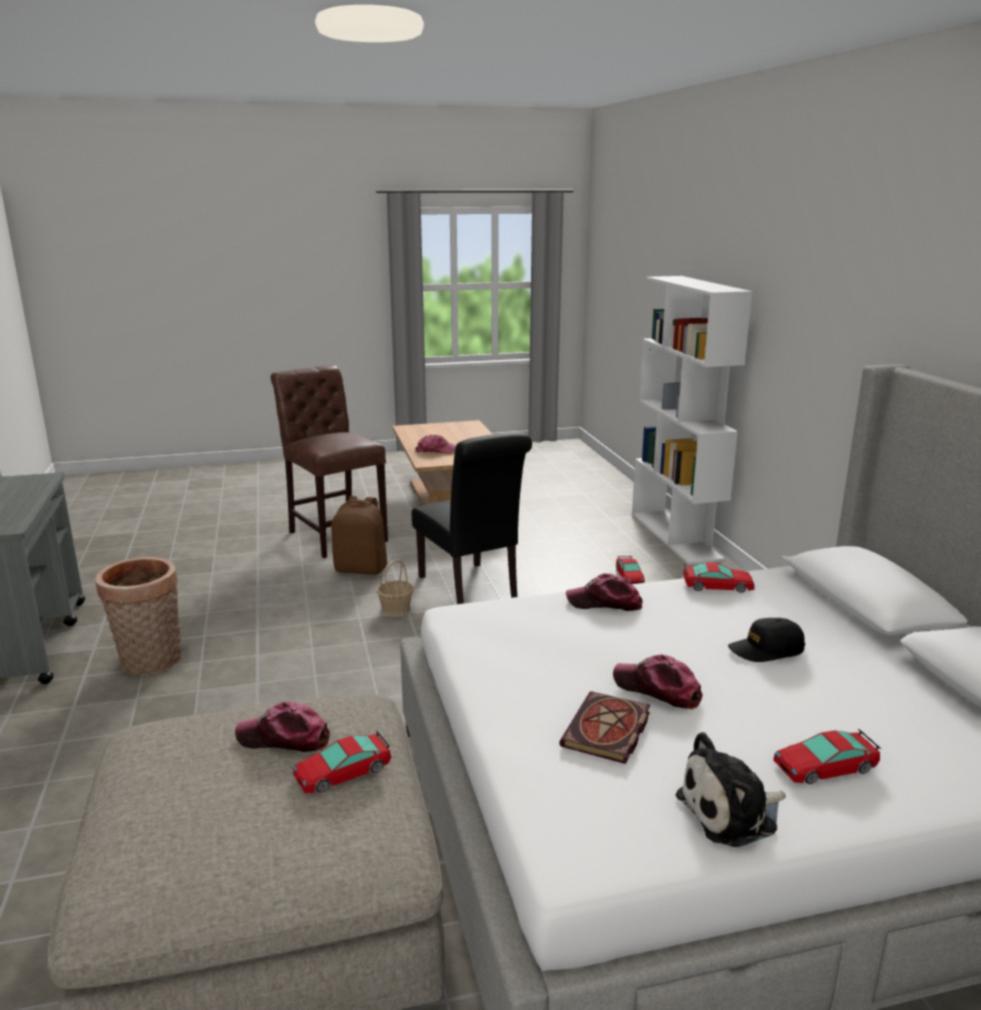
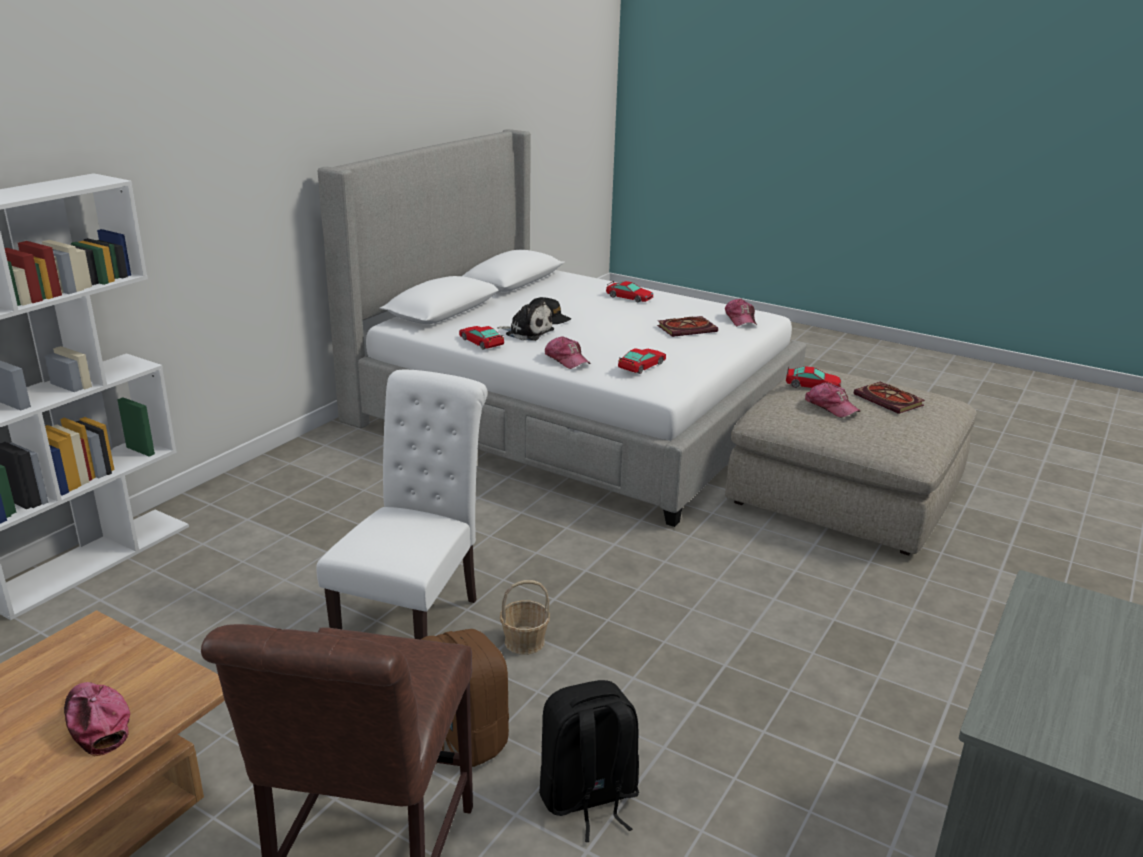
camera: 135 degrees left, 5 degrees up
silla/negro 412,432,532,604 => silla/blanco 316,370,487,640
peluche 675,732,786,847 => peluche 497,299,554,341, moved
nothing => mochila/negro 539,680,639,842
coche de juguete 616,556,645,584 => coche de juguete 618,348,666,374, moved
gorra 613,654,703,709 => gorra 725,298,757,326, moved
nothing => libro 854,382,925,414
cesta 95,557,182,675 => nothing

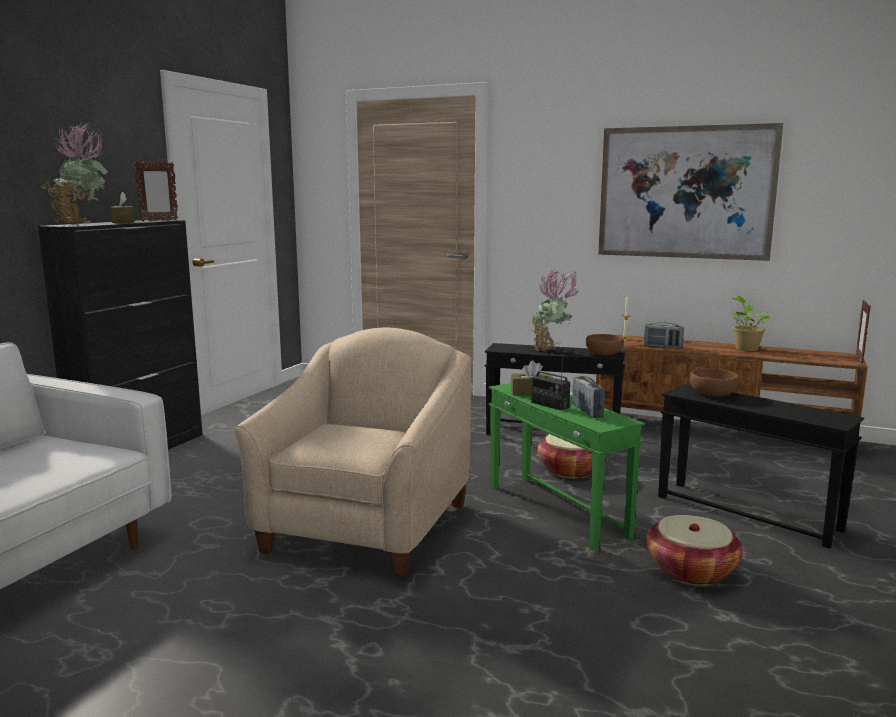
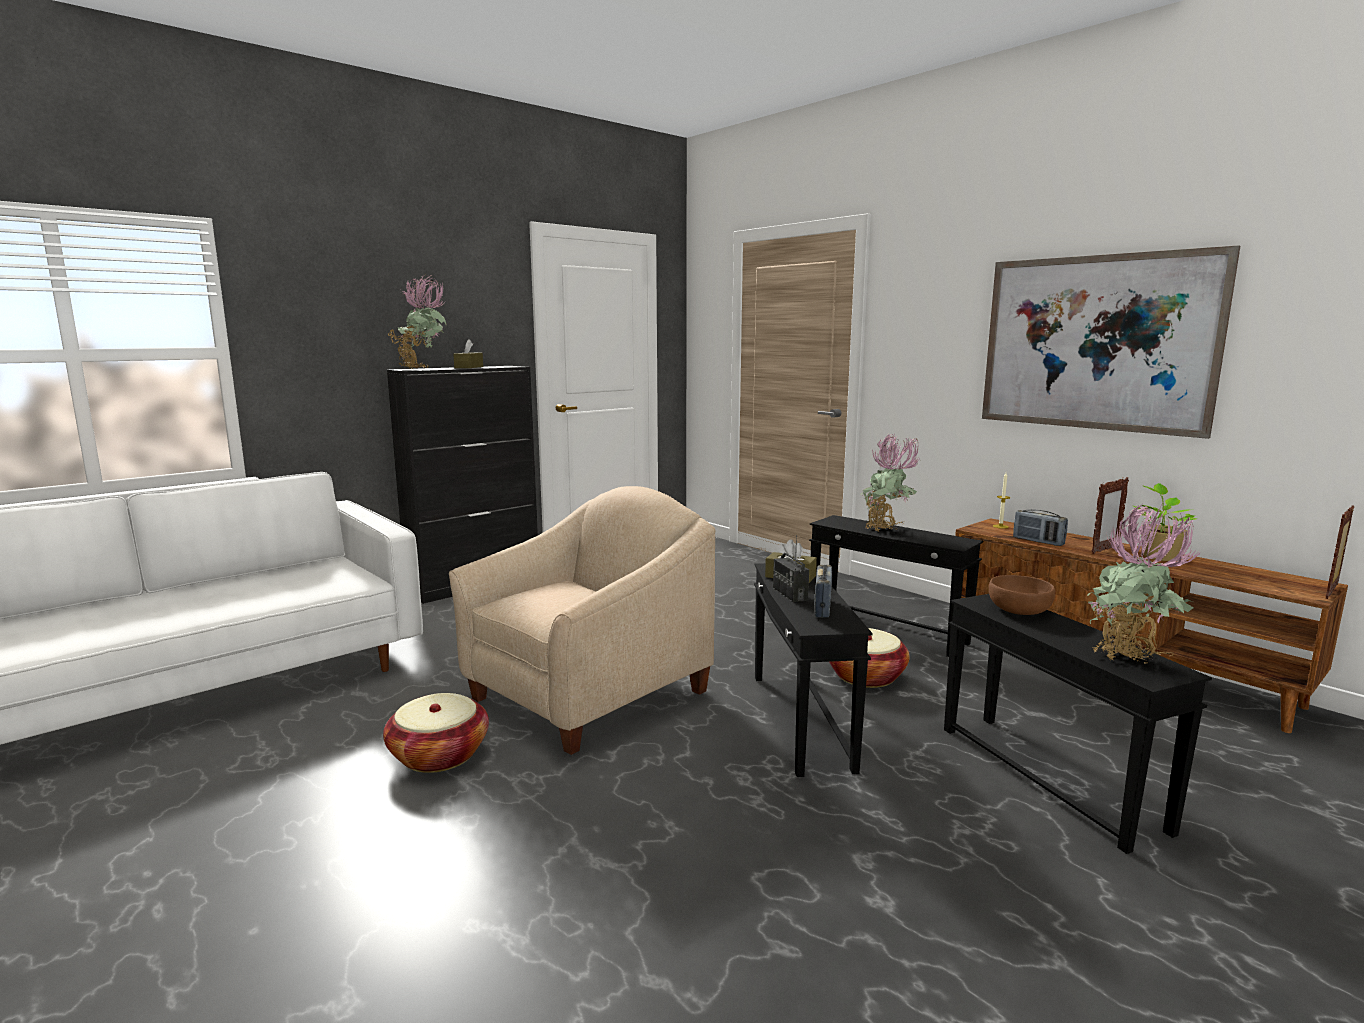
camera: 25 degrees right, 0 degrees up
cesta 646,515,743,586 => cesta 383,693,489,773, moved
mesa auxiliar/verde 488,383,645,551 => mesa auxiliar/negro 754,563,873,777
nothing => planta en maceta 1087,505,1201,663
portarretratos 134,161,178,222 => portarretratos 1092,477,1129,554, moved
cuenco/marrón 586,334,624,356 => nothing

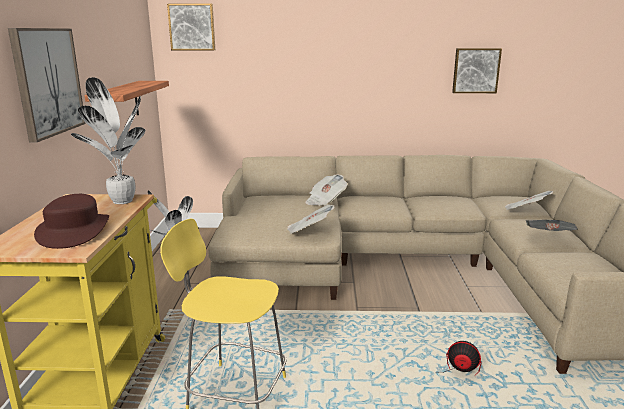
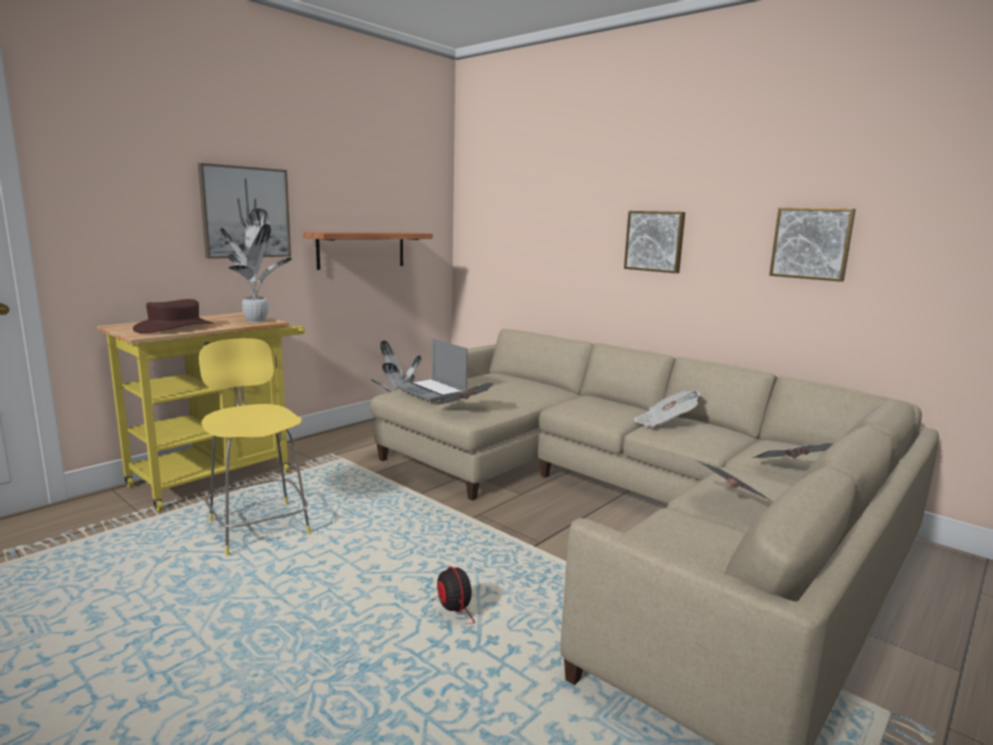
camera: 40 degrees right, 5 degrees down
nothing => portátil 397,338,468,402
cuadro 167,4,215,50 => cuadro 624,211,685,273, moved
periódico 305,174,347,206 => periódico 634,391,701,427, moved

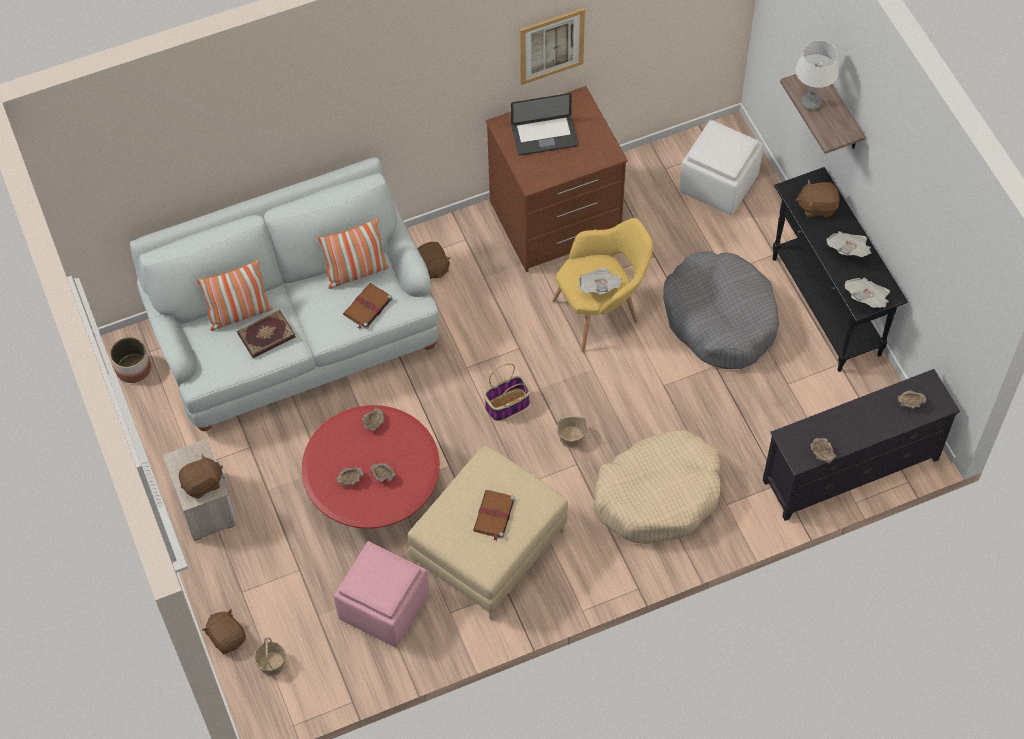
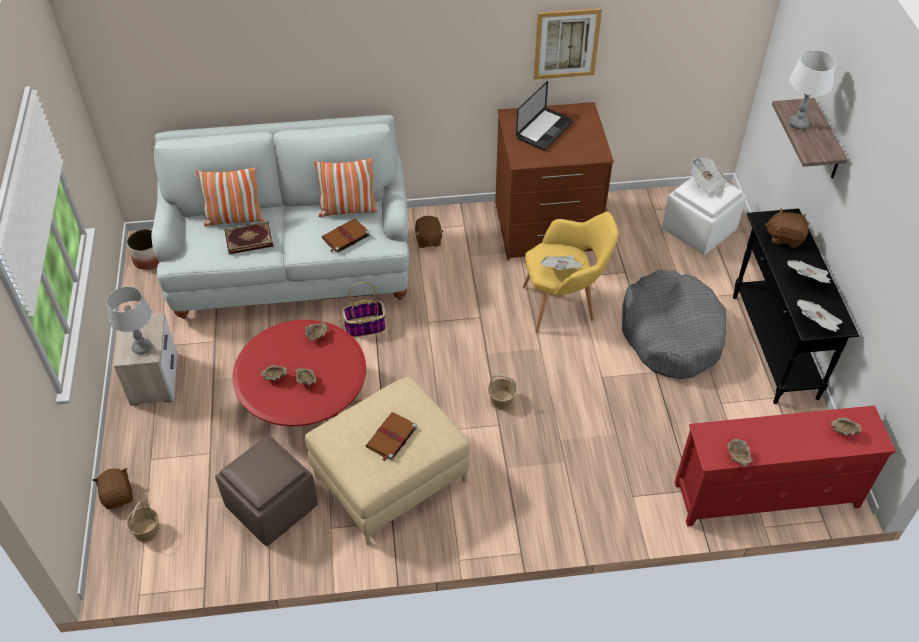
camera: 15 degrees right, 10 degrees down
peluche/marrón 179,453,223,498 => lámpara de mesa/gris 107,287,152,355
puf/rosa 334,541,429,647 => puf/marrón 215,435,318,546
cesta 484,363,531,421 => cesta 342,282,386,337, moved
portátil 511,93,578,156 => portátil 516,81,574,151, 60 degrees counterclockwise
mueble de televisión/negro 763,369,960,521 => mueble de televisión/rojo 675,405,896,526
nothing => periódico 691,157,727,198
cama para perro/beis 593,430,721,544 => nothing

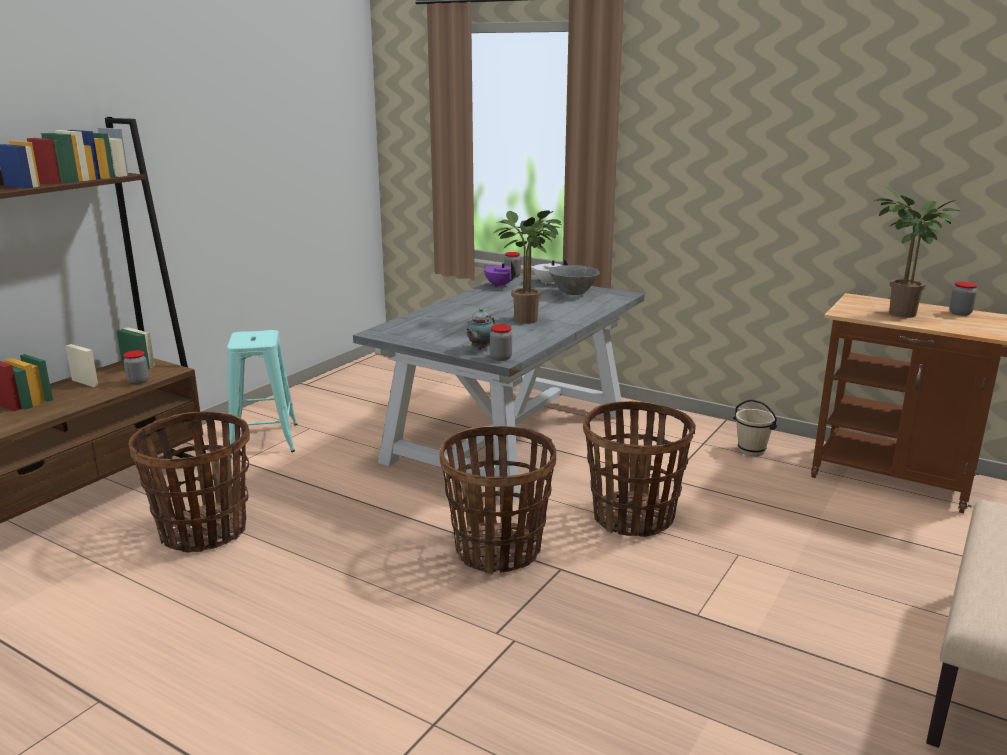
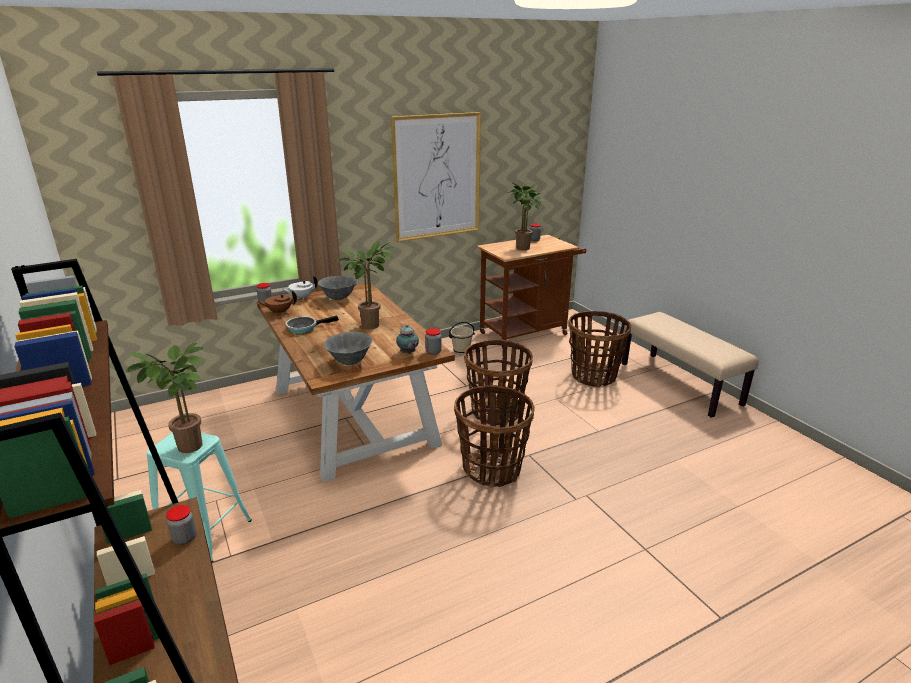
camera: 60 degrees left, 5 degrees up
nothing => planta en maceta 126,343,204,453
mesa de comedor/gris 353,275,645,503 => mesa de comedor/marrón 257,283,455,482
tetera/morado 484,261,516,287 => tetera/marrón 257,290,297,313
nothing => sartén 286,315,339,333
nothing => cuenco/gris 324,332,373,365
nothing => cuadro 391,112,481,242
cesta 128,412,250,553 => cesta 568,311,631,387, moved

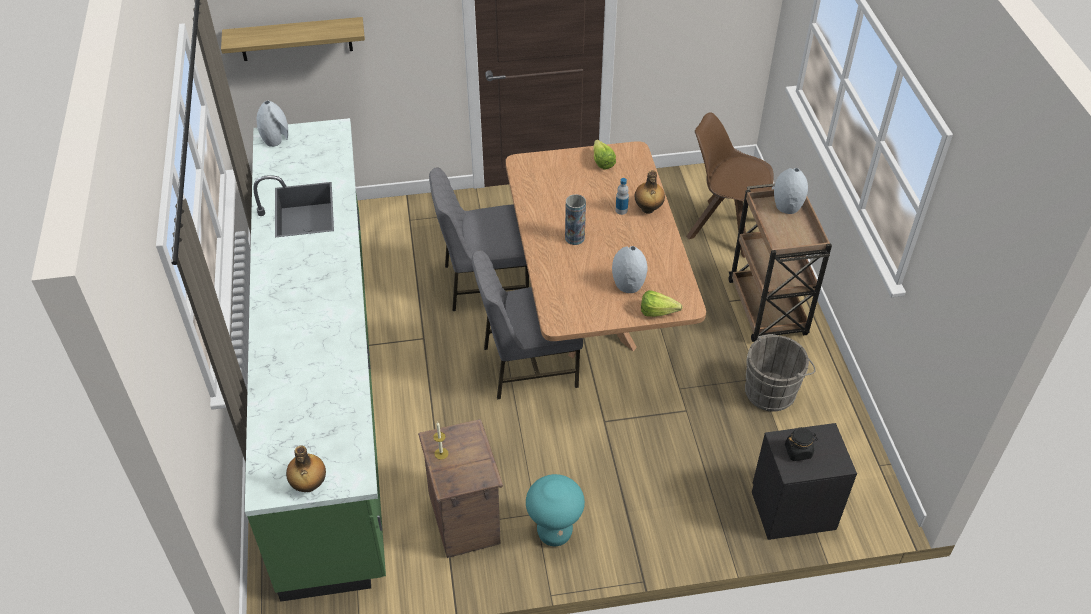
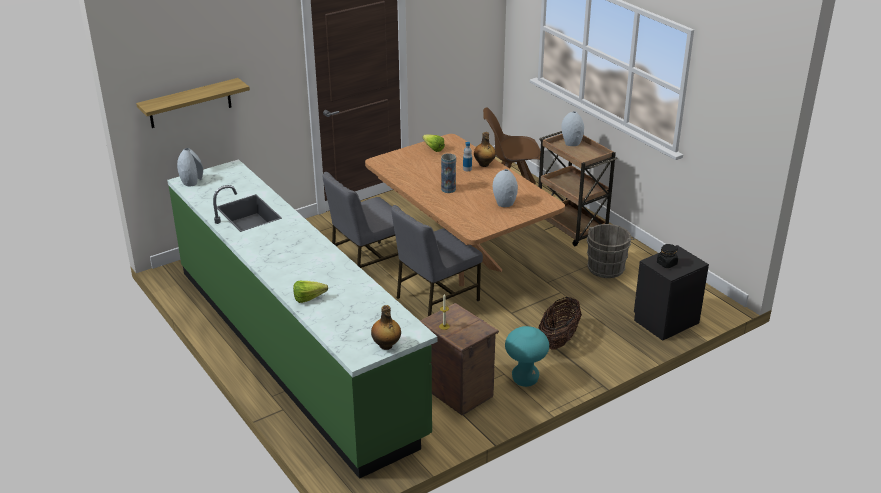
camera: 25 degrees left, 15 degrees down
lechuga 641,290,683,317 => lechuga 293,281,328,303, moved
nothing => cesta 538,296,582,349

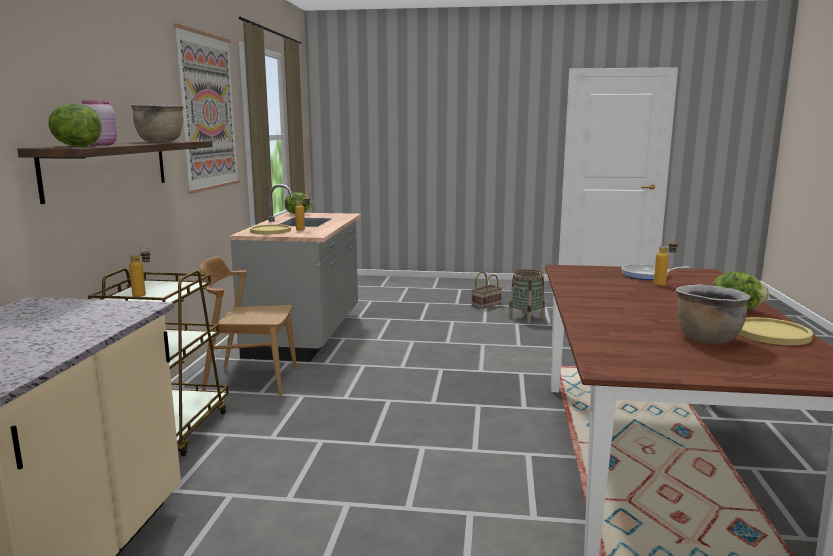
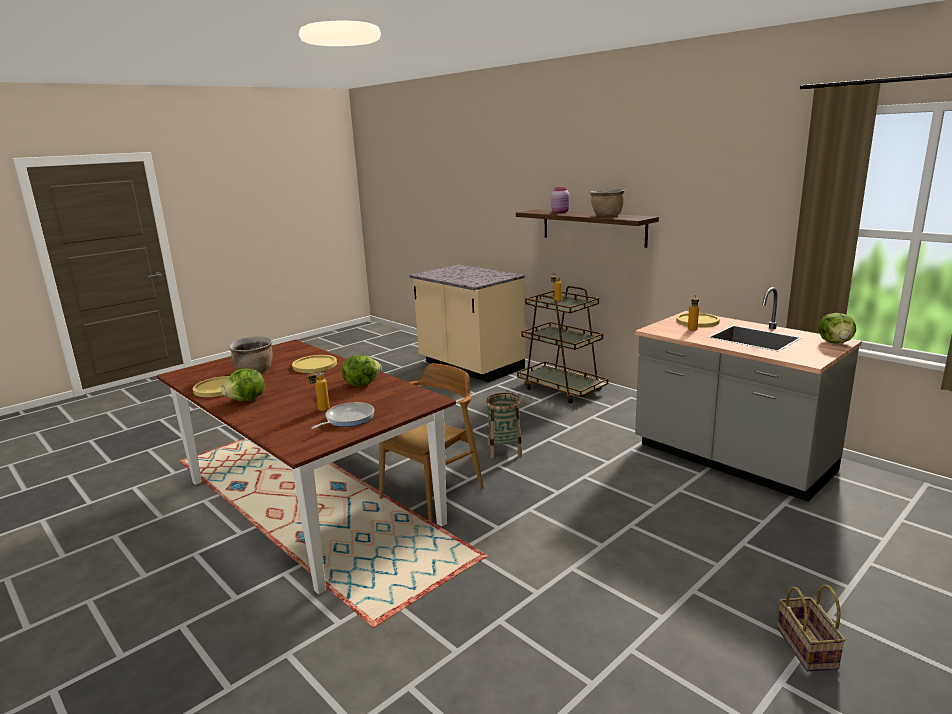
camera: 130 degrees right, 5 degrees up
nothing => plato/amarillo 292,355,337,373
lechuga 49,103,101,147 => lechuga 342,355,382,386, moved
silla/marrón 200,256,297,396 => silla/marrón 379,363,484,522, moved
cesta 508,269,545,323 => cesta 486,393,523,459, moved
cuadro 174,24,240,194 => nothing

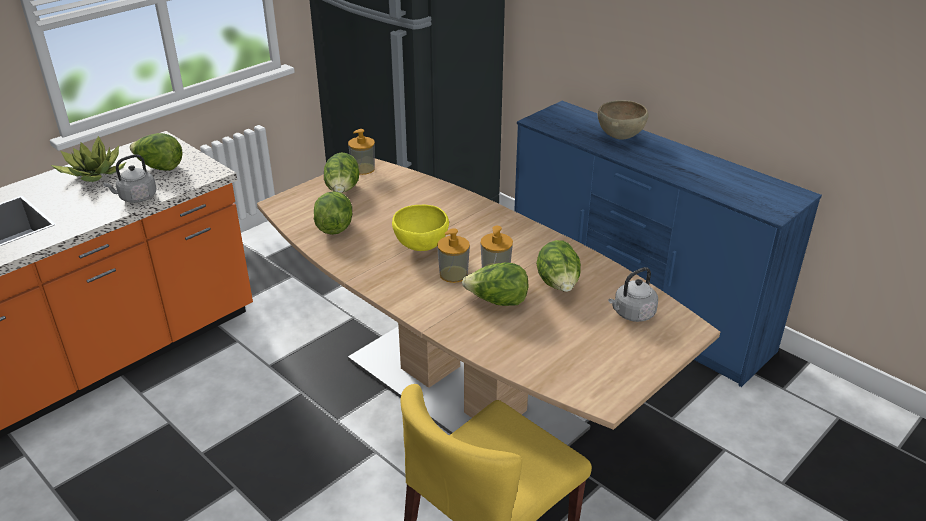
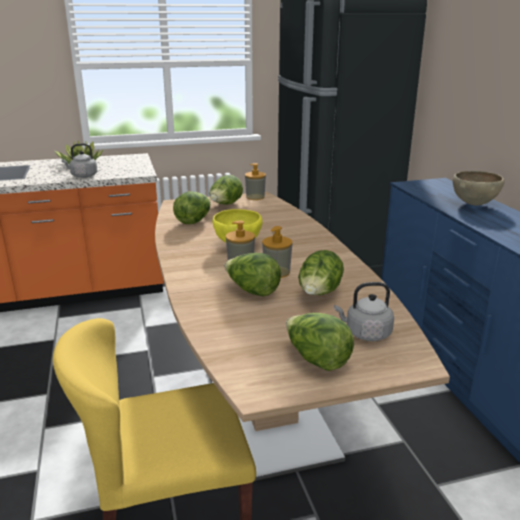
camera: 30 degrees right, 10 degrees down
lechuga 130,133,182,171 => lechuga 286,313,354,371, moved

